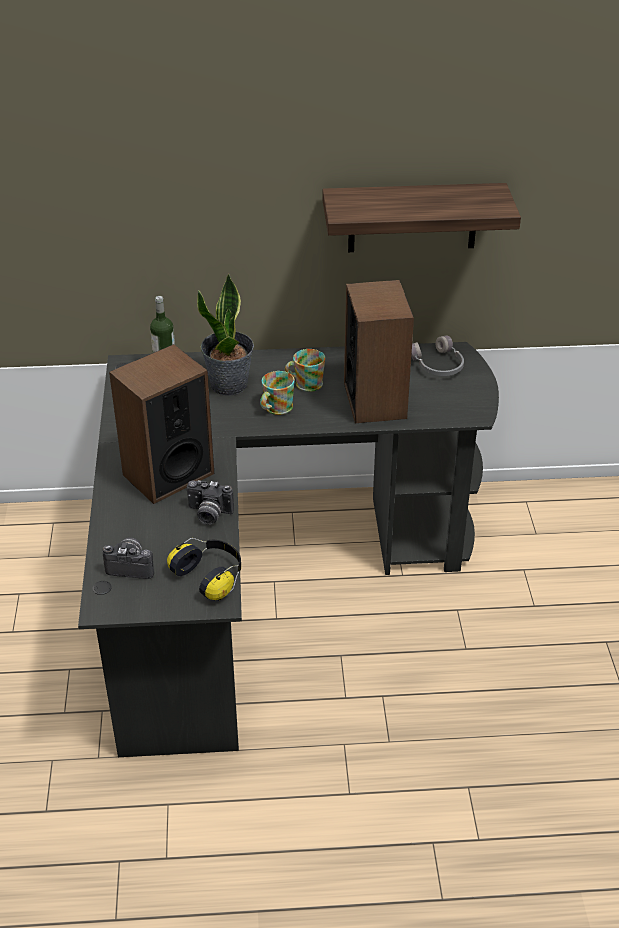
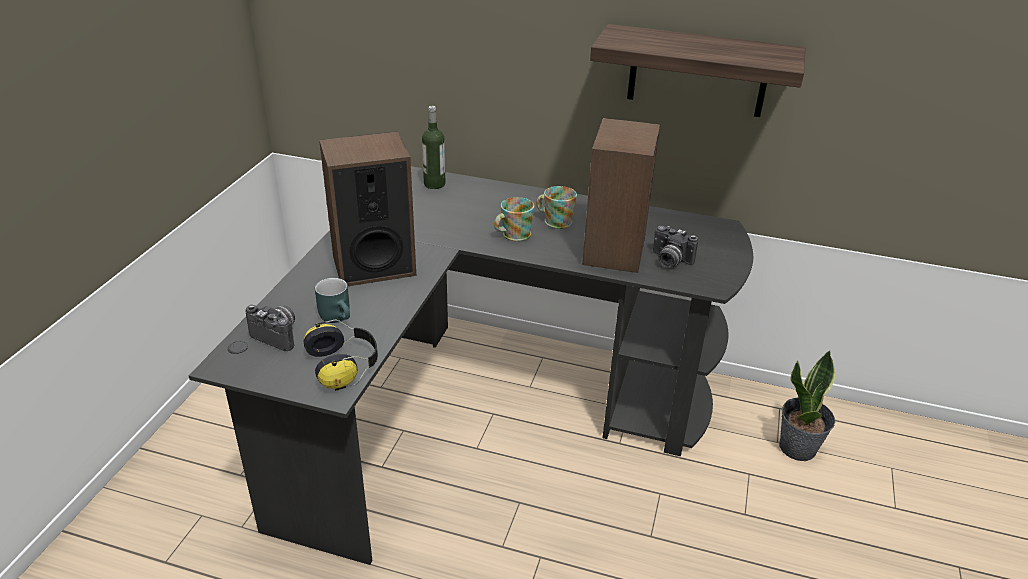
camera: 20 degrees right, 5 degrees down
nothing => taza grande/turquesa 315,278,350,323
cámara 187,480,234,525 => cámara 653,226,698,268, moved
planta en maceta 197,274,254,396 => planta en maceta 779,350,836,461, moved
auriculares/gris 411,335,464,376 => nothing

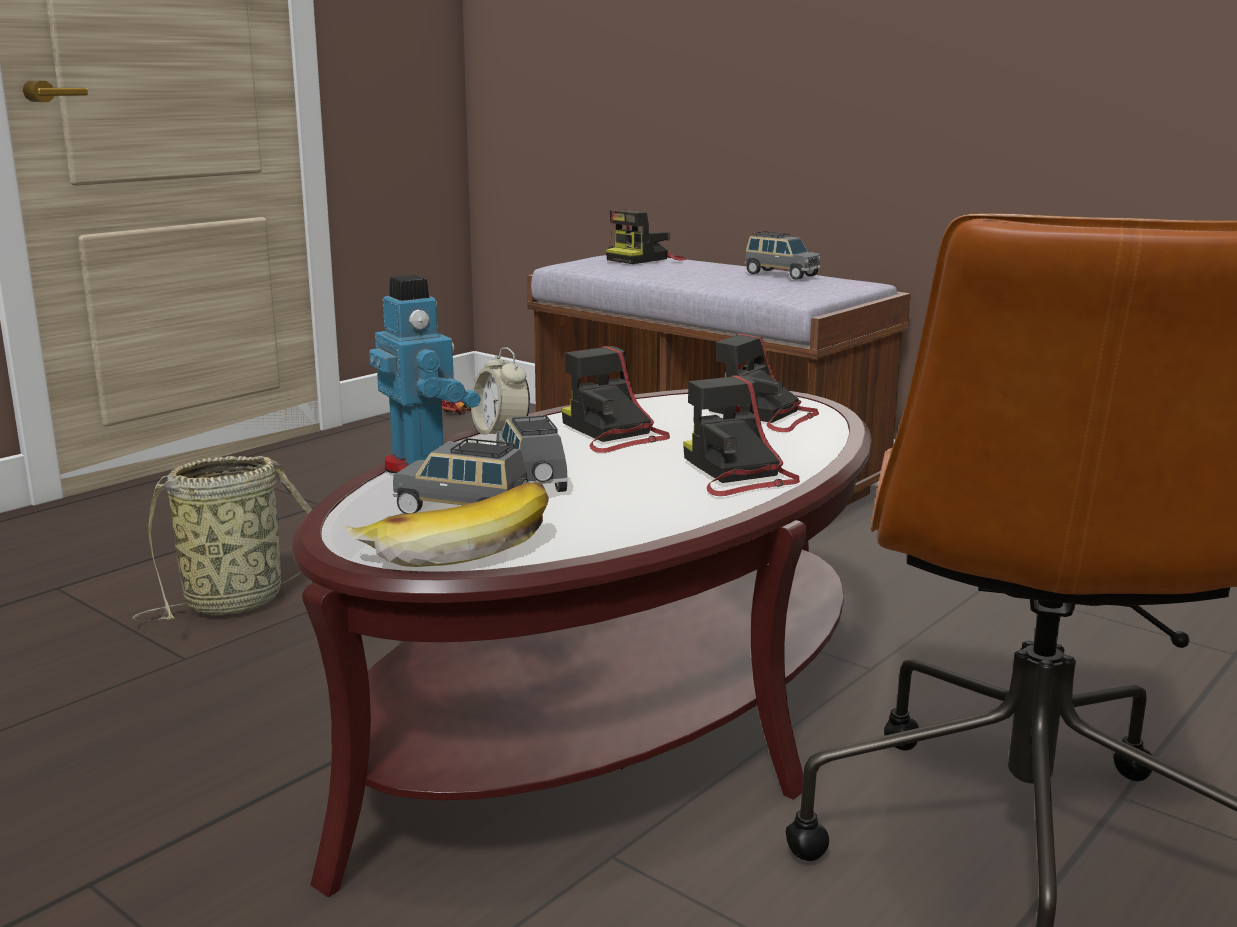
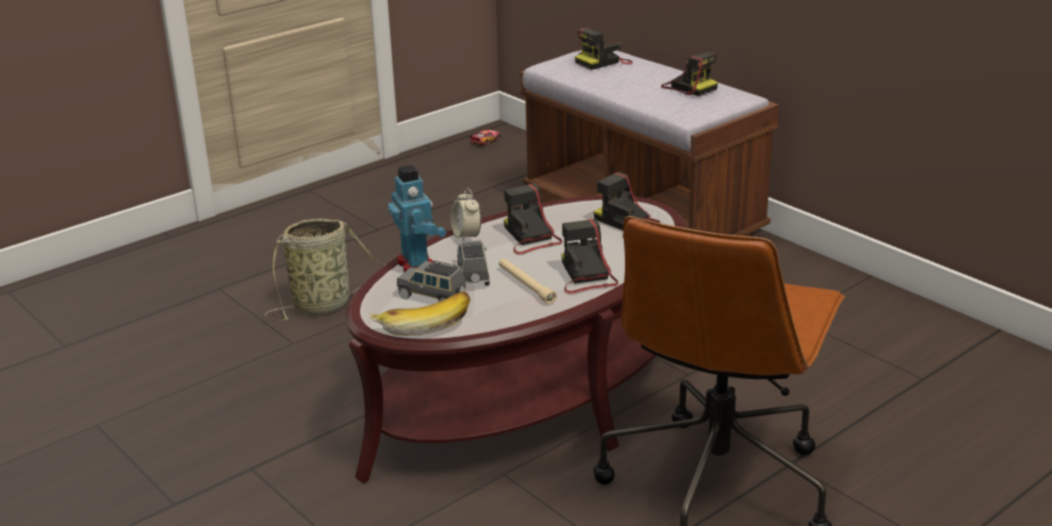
camera: 10 degrees right, 10 degrees up
nothing => linterna/beis 499,258,557,304
coche de juguete/gris 744,231,821,280 => cámara 661,52,718,96

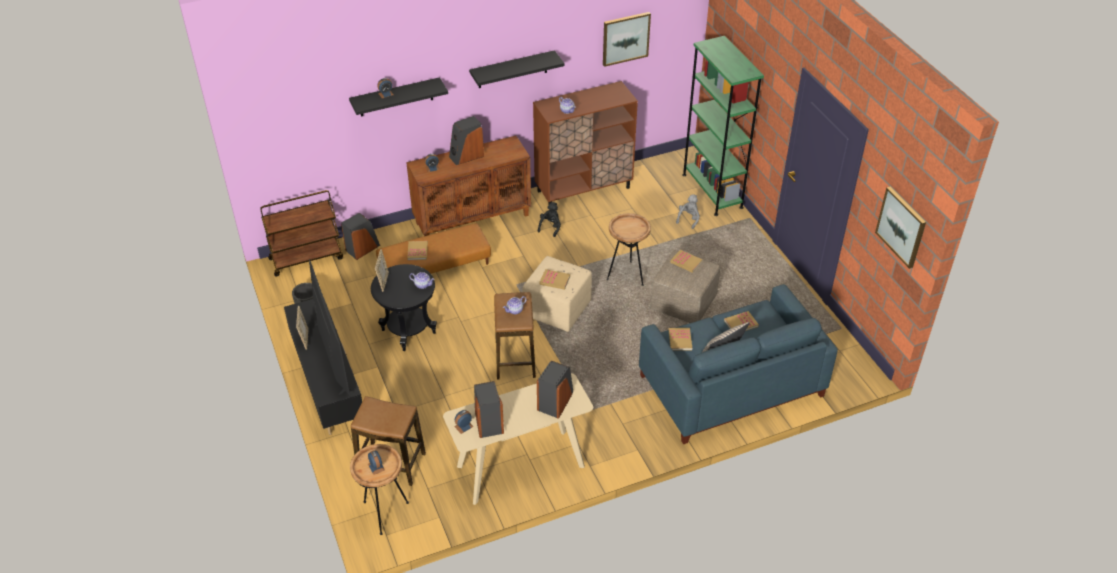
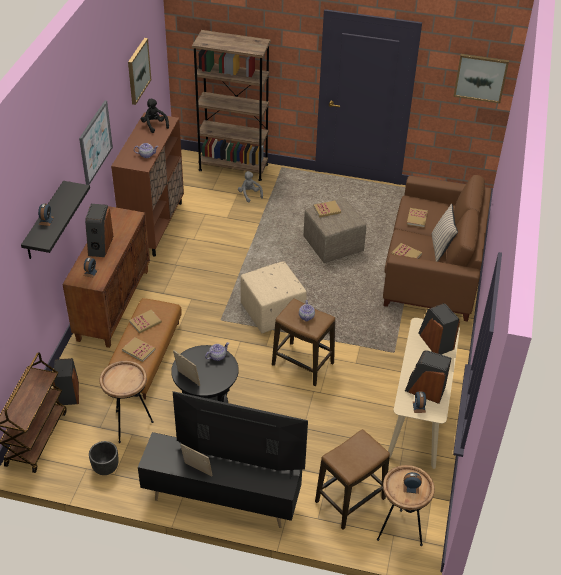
camera: 55 degrees left, 0 degrees up
estante/negro 469,50,564,88 => cuadro 79,101,113,185
mesa auxiliar/marrón 607,213,651,286 => mesa auxiliar/marrón 100,361,154,443, moved
libro 539,269,570,290 => libro 129,310,162,333, moved
peluche/negro 538,202,561,237 => peluche/negro 141,99,169,133, moved
estantería/verde 682,36,764,216 => estantería/marrón 192,30,271,181
sofá/azul 639,284,838,444 => sofá/marrón 383,175,491,322

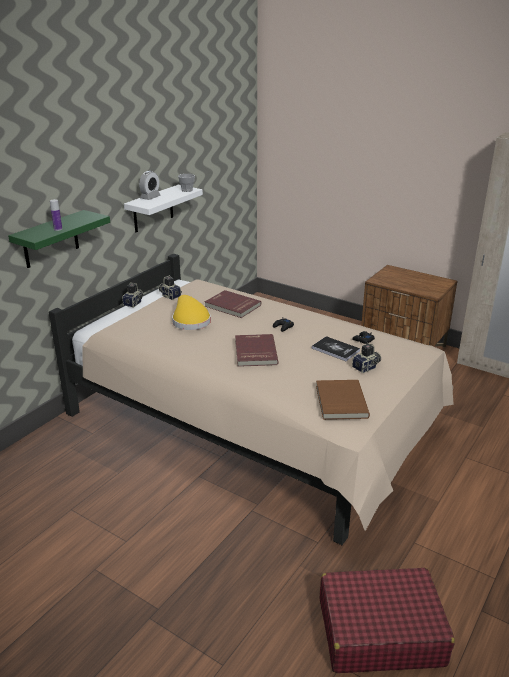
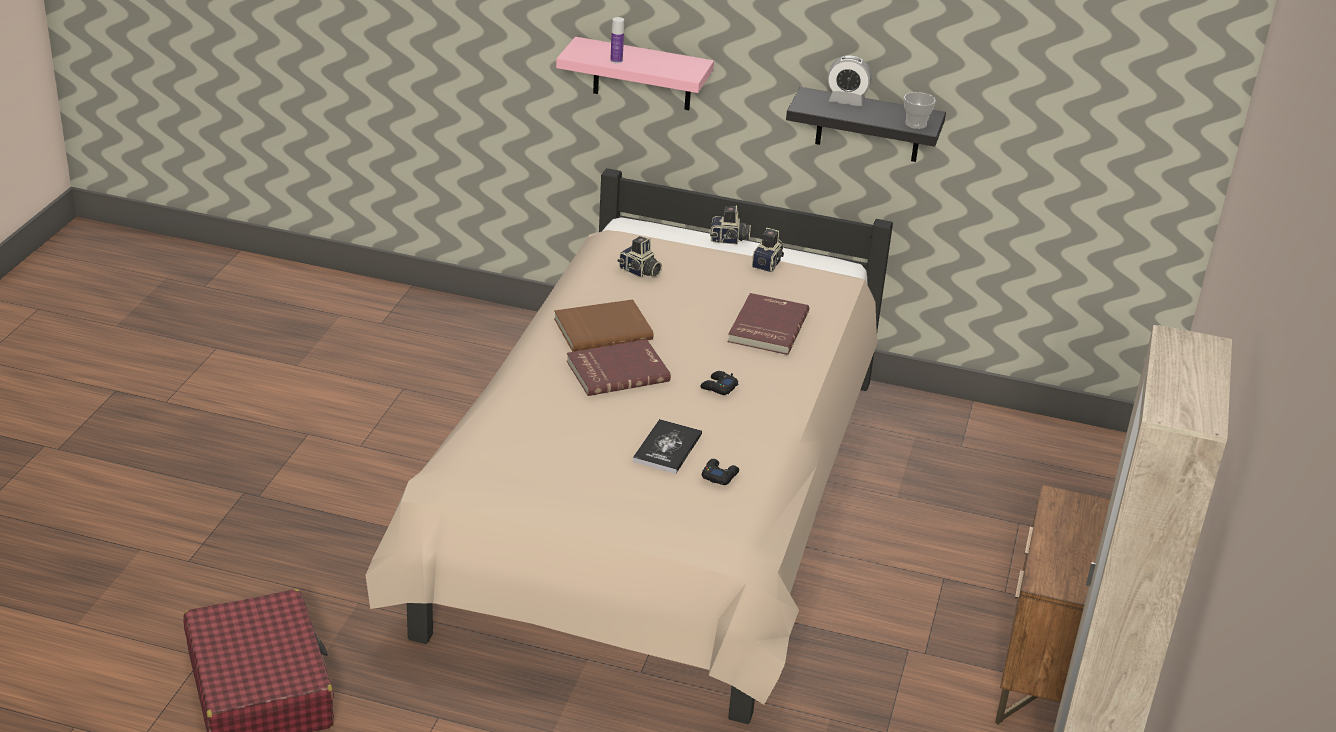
camera: 70 degrees right, 5 degrees up
libro/marrón 316,380,370,420 => libro/marrón 554,299,653,352, moved
estante/verde 8,210,110,268 => estante/rosa 556,37,714,110
cámara 352,343,381,373 => cámara 617,236,662,278, moved
estante/blanco 124,185,203,232 => estante/negro 786,87,946,162
sombrero/amarillo 172,295,211,330 => nothing

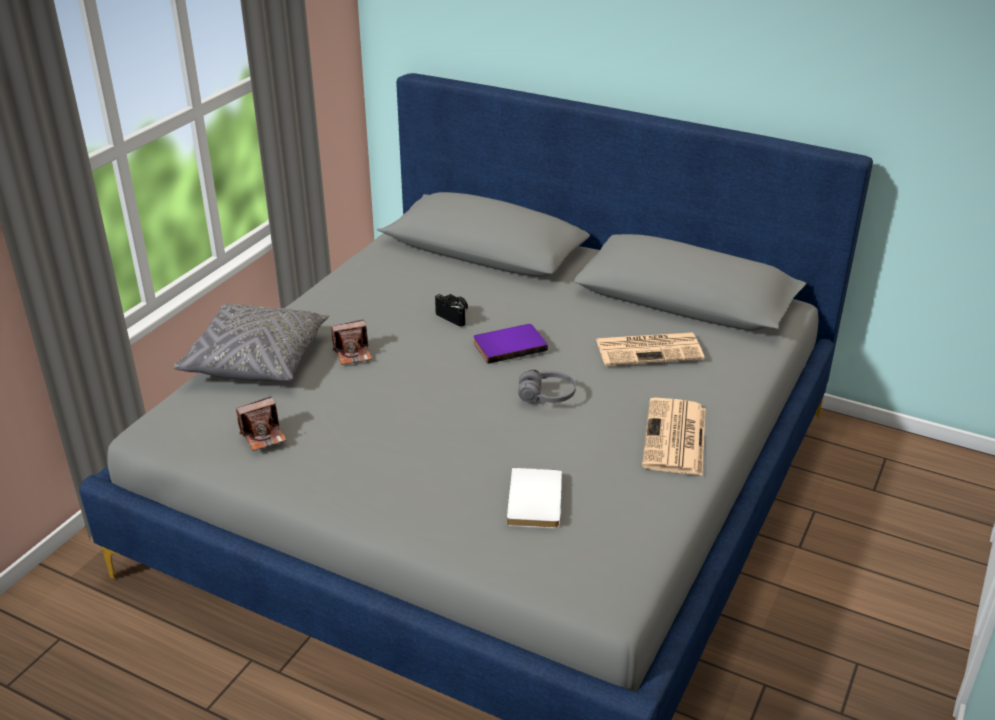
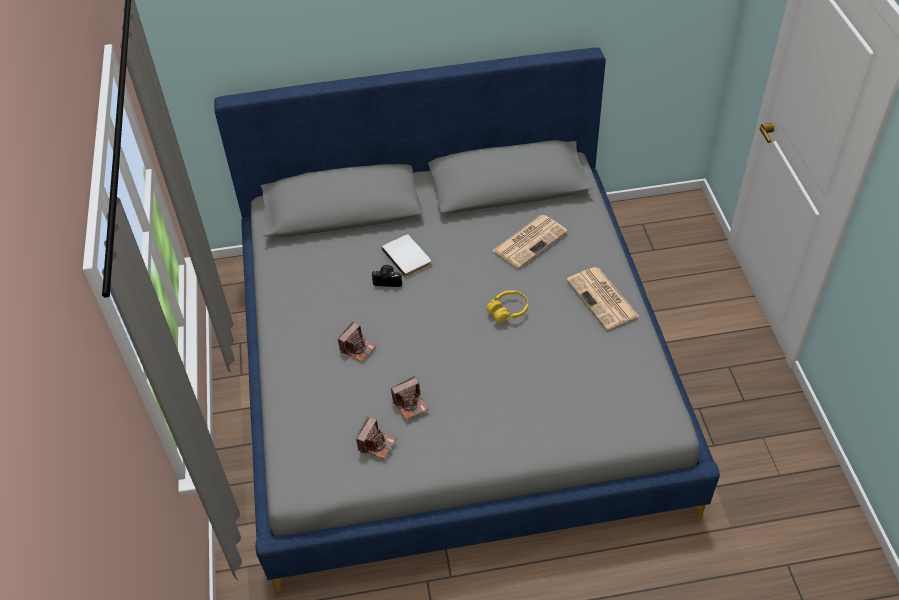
camera: 35 degrees left, 15 degrees up
libro/blanco 506,468,562,529 => libro/blanco 382,234,431,277, moved
nothing => cámara 391,376,428,420
auriculares/gris 518,370,576,403 => auriculares/amarillo 487,290,528,323
cojín/gris 173,303,329,382 => nothing
libro/morado 473,324,548,364 => nothing

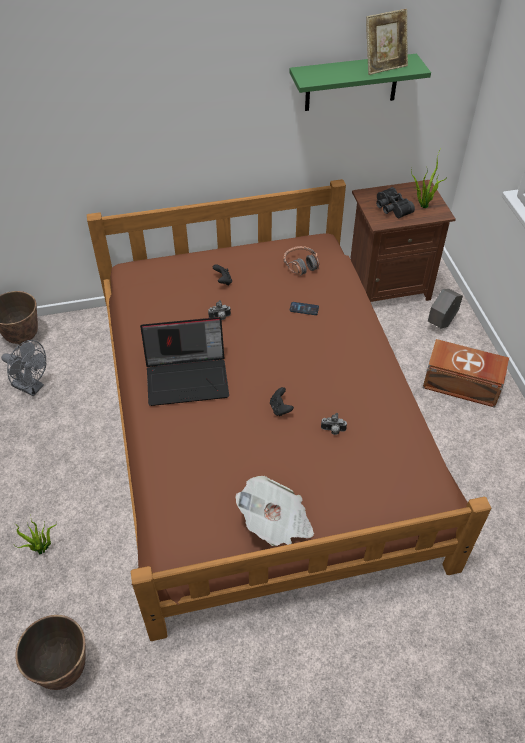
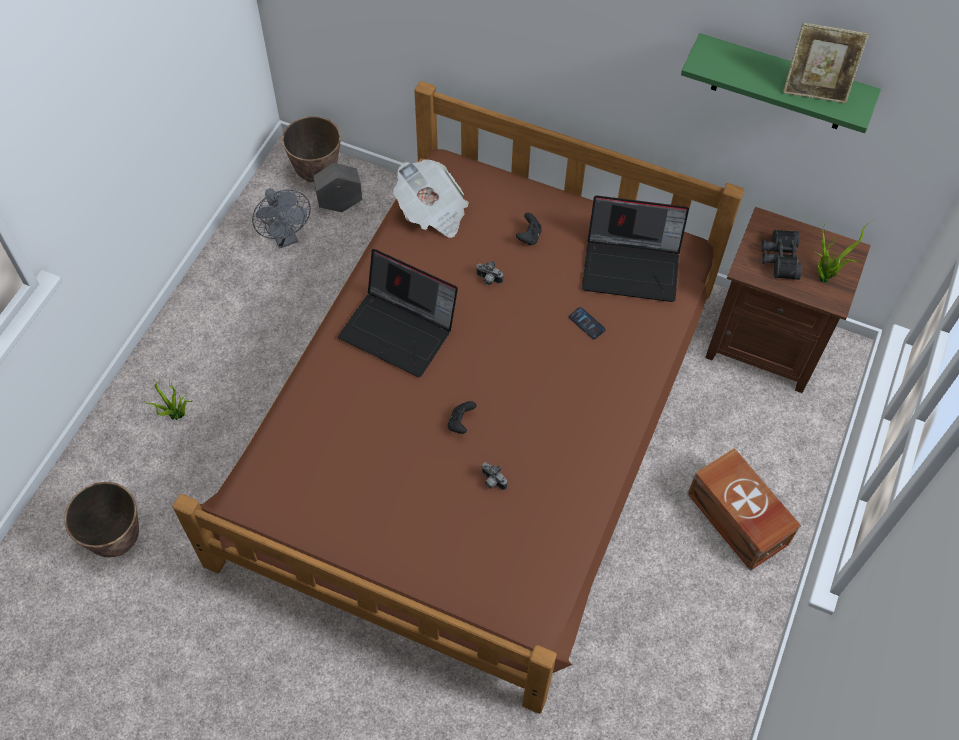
camera: 35 degrees right, 10 degrees up
maceta/gris 428,289,463,328 => maceta/gris 313,163,362,212, moved
periódico 235,476,314,547 => periódico 393,159,469,238, moved
auriculares 284,246,319,276 => portátil 582,196,689,302

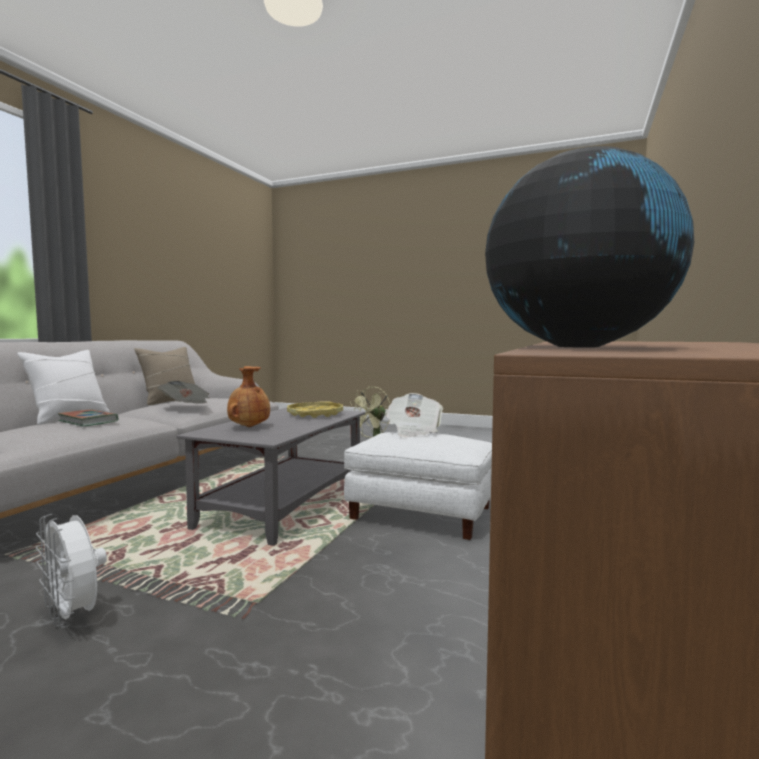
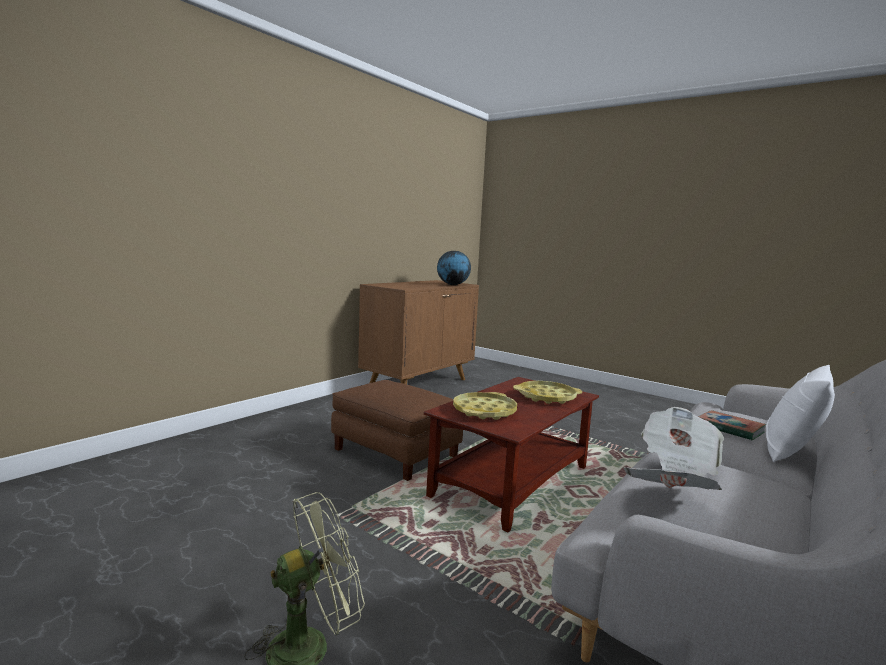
camera: 165 degrees left, 5 degrees up
puf/blanco 344,432,492,540 => puf/marrón 331,380,463,481
mesa de centro/gris 176,407,365,546 => mesa de centro/marrón 424,377,599,532
florero/marrón 227,366,270,427 => bandeja/amarillo 513,381,582,404
periódico 385,393,443,437 => periódico 623,467,722,490, moved
ventilador/blanco 36,514,107,628 => nothing
cojín/beis 134,347,195,405 => nothing

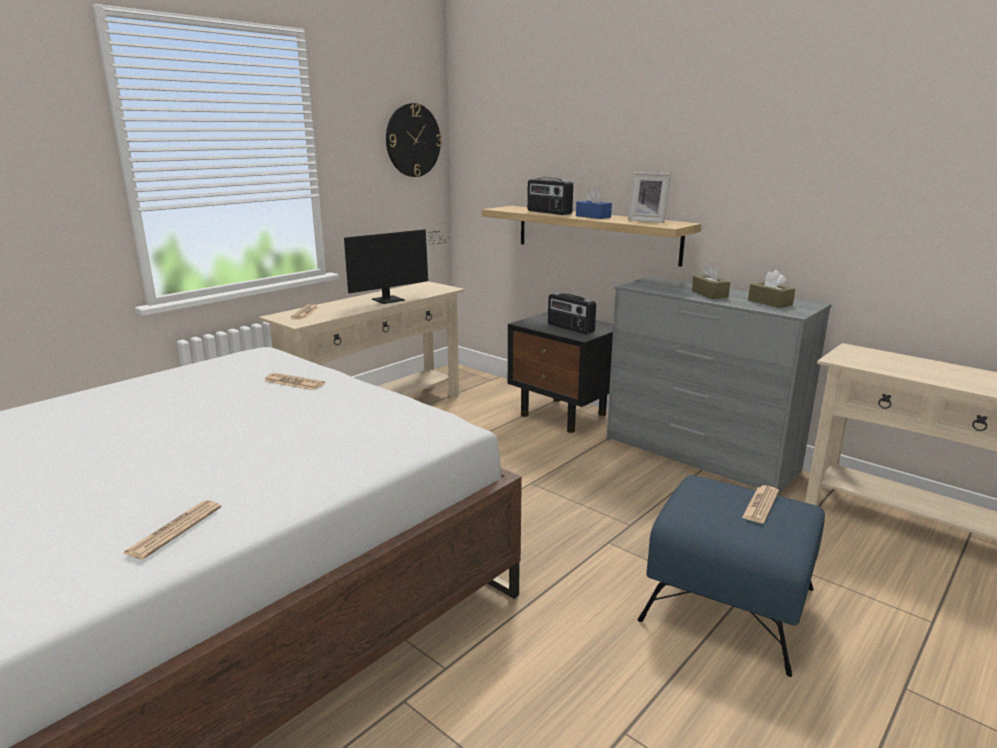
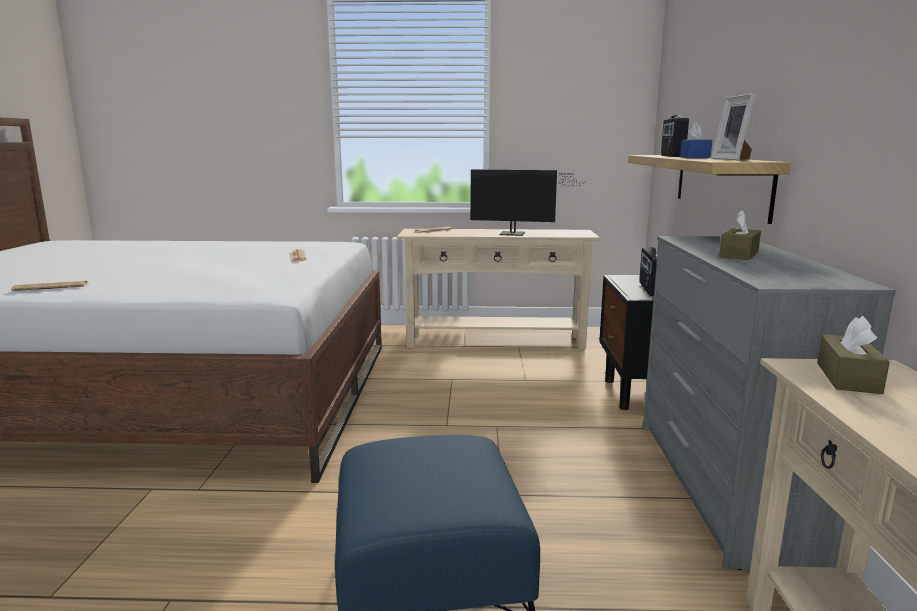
camera: 50 degrees right, 5 degrees down
caja de pañuelos/marrón 748,270,795,308 => caja de pañuelos/marrón 817,316,890,394, moved
reloj de pared 386,103,442,177 => nothing
periódico 742,485,779,523 => nothing

